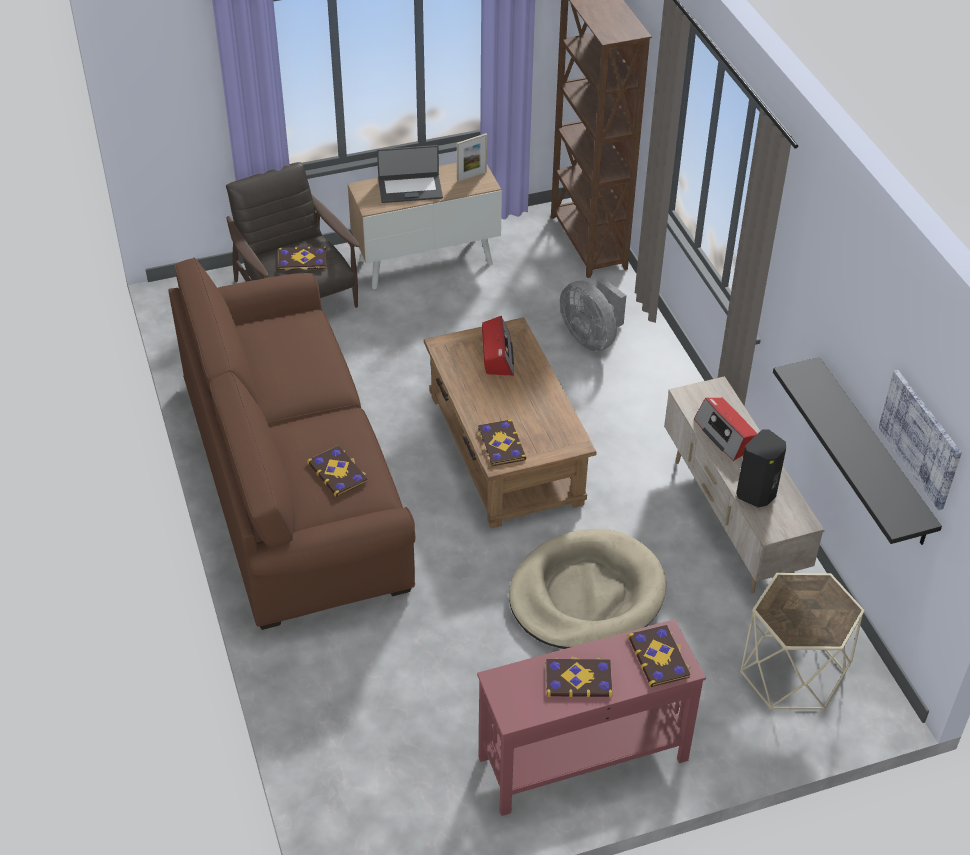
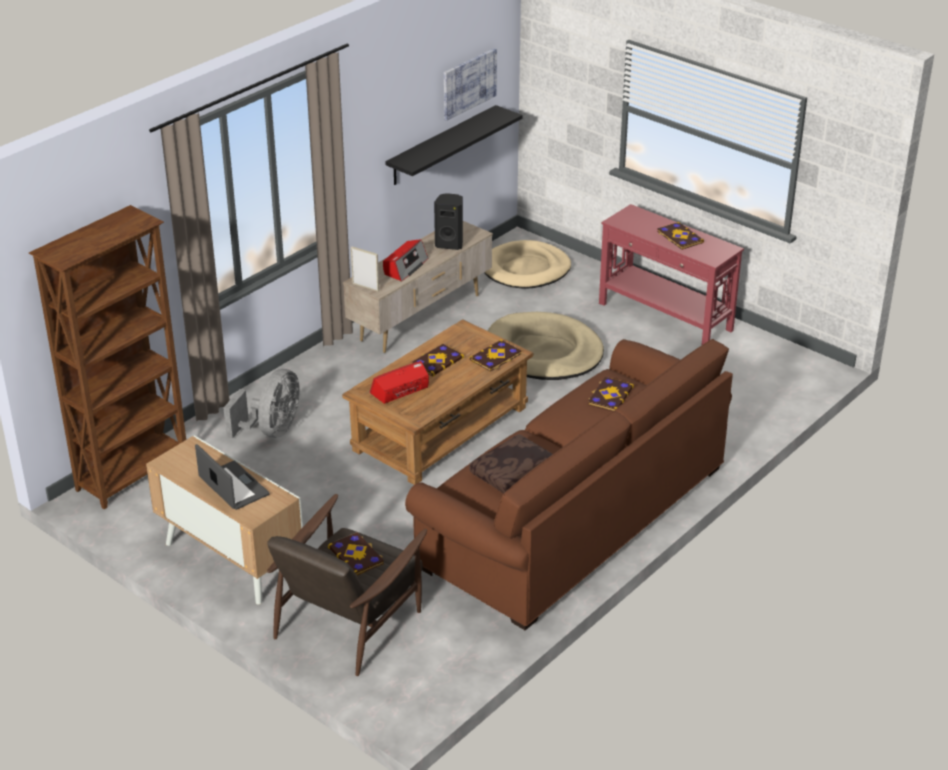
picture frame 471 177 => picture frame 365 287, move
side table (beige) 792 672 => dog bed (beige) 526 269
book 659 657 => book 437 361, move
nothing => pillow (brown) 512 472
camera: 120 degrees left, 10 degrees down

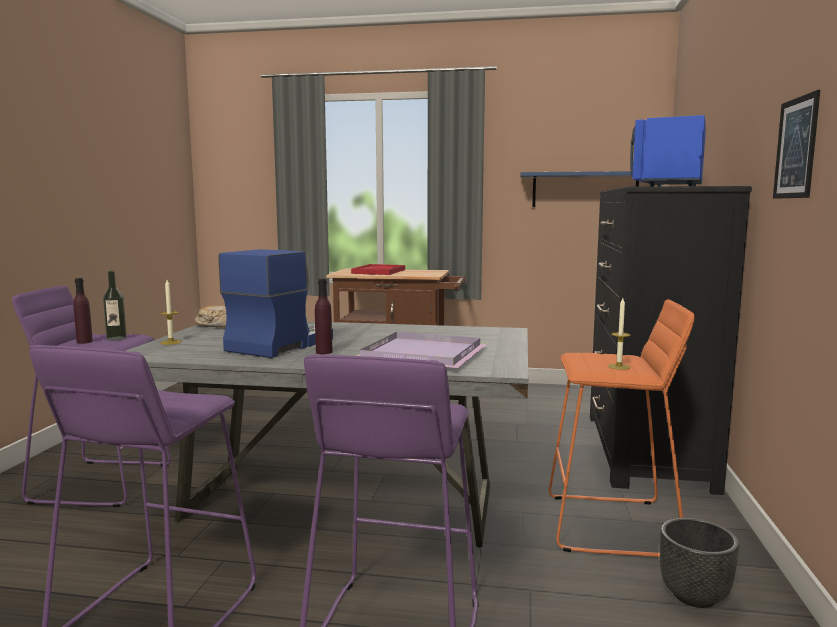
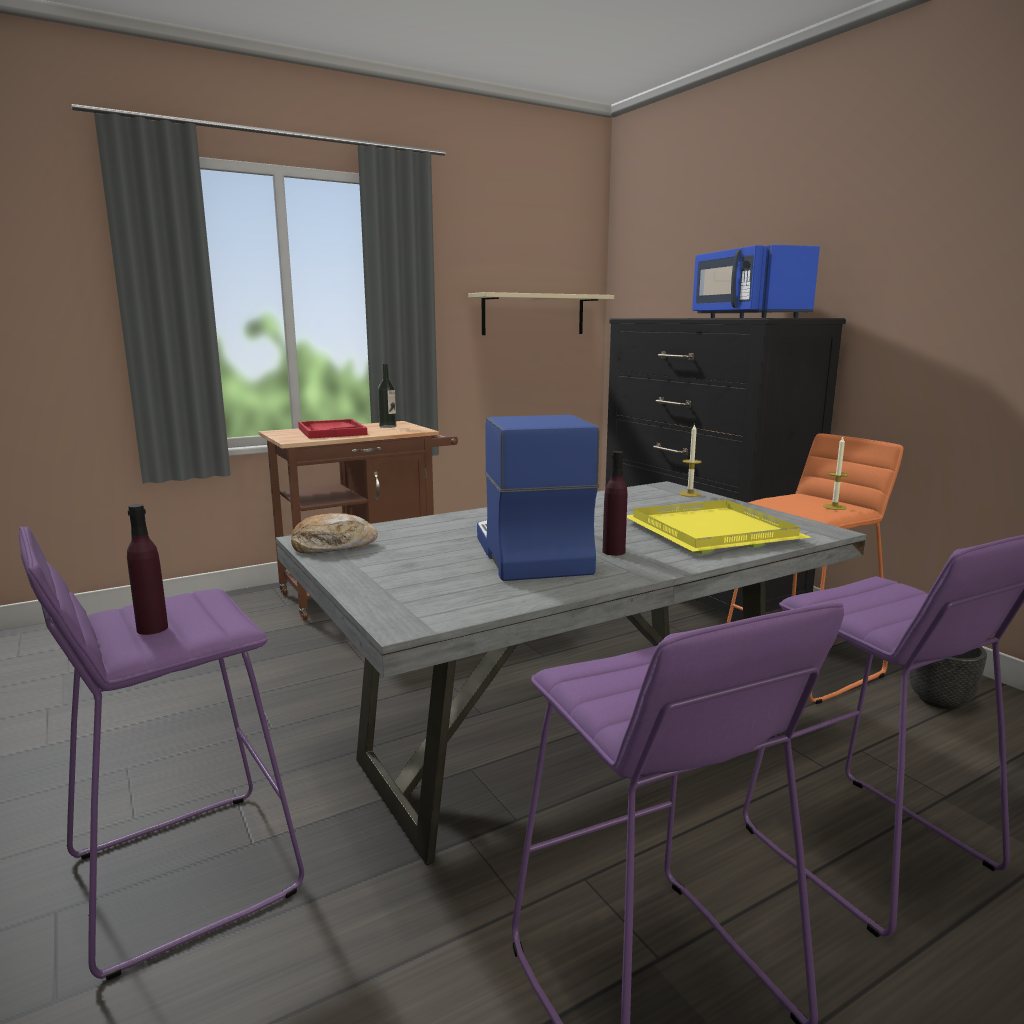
picture 796 148 => nothing
shelf (blue) 584 190 => shelf (beige) 533 314
bottle 116 338 => bottle 387 426, move
candle 171 342 => candle 690 494, move
tray (purple) 425 355 => tray (yellow) 712 531
camera: 40 degrees left, 5 degrees up

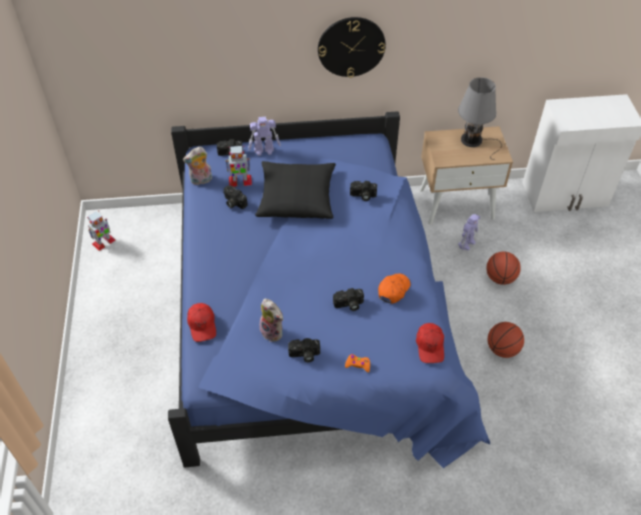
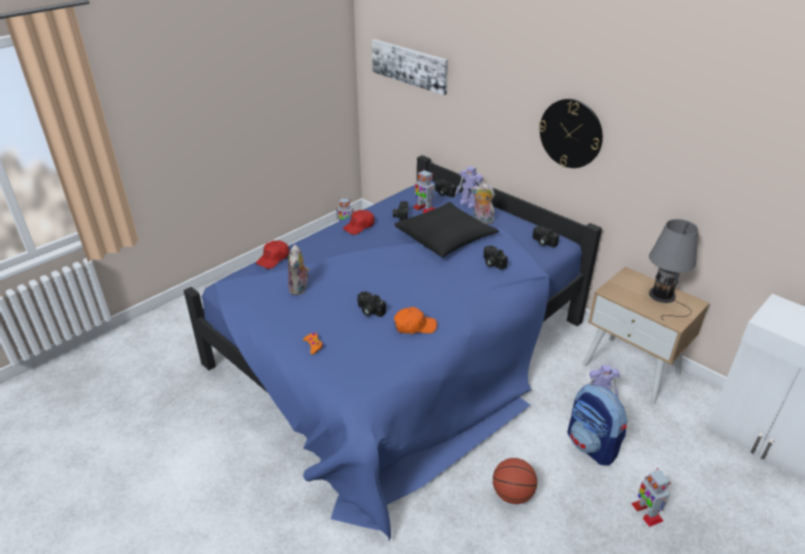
plush toy 201 181 => plush toy 482 220, move
basketball 500 278 => backpack 592 446
cap (red) 430 346 => cap (red) 359 226, move
photo camera 304 355 => photo camera 543 242, move
nothing => picture 409 65
nothing => toy robot 646 512
camera: 50 degrees right, 15 degrees down

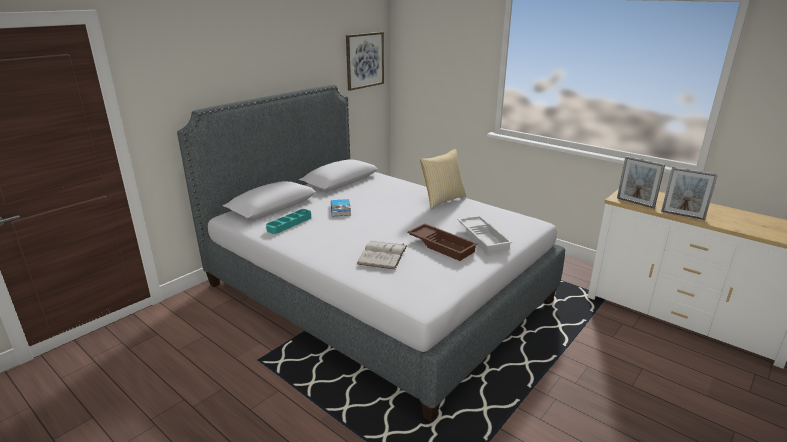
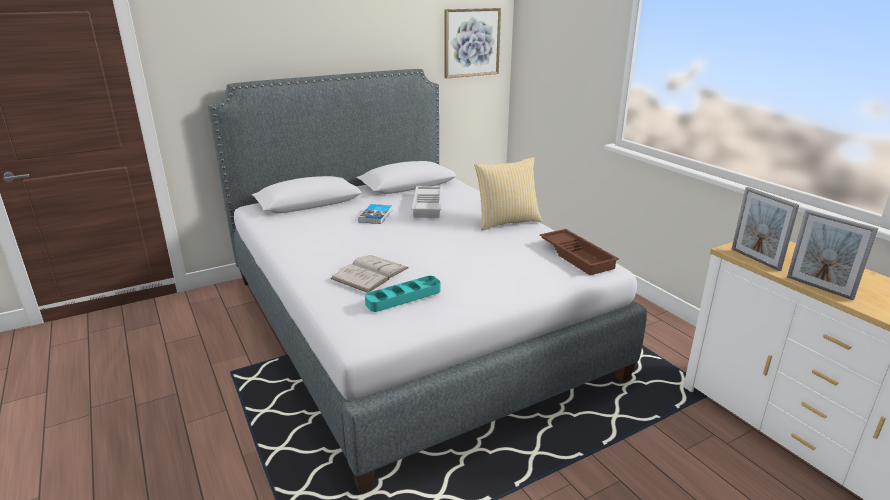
tray (turquoise) 289 224 => tray (turquoise) 403 297, move
tray (white) 484 238 => tray (white) 429 206, move
tray (brown) 442 245 => tray (brown) 578 256, move
camera: 20 degrees right, 0 degrees up

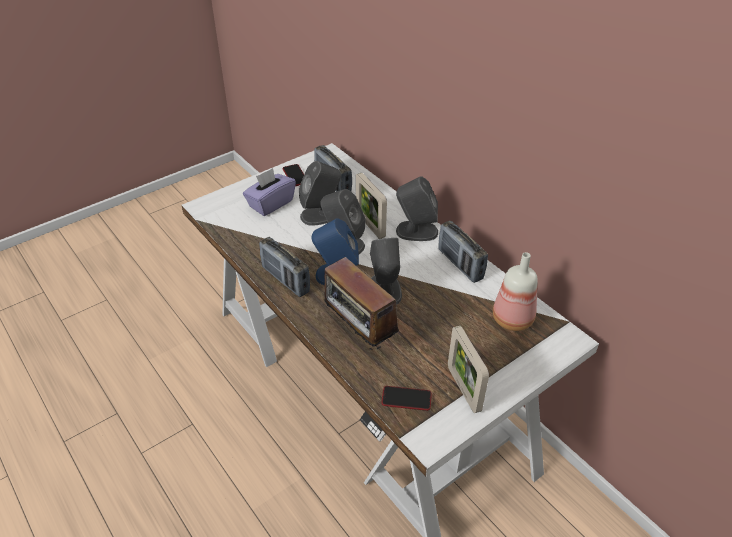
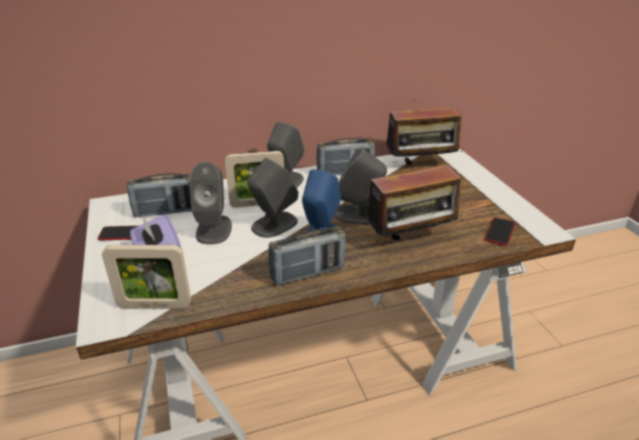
bottle 514 319 => radio 421 166
picture frame 463 389 => picture frame 154 306, move
camera: 70 degrees left, 10 degrees down

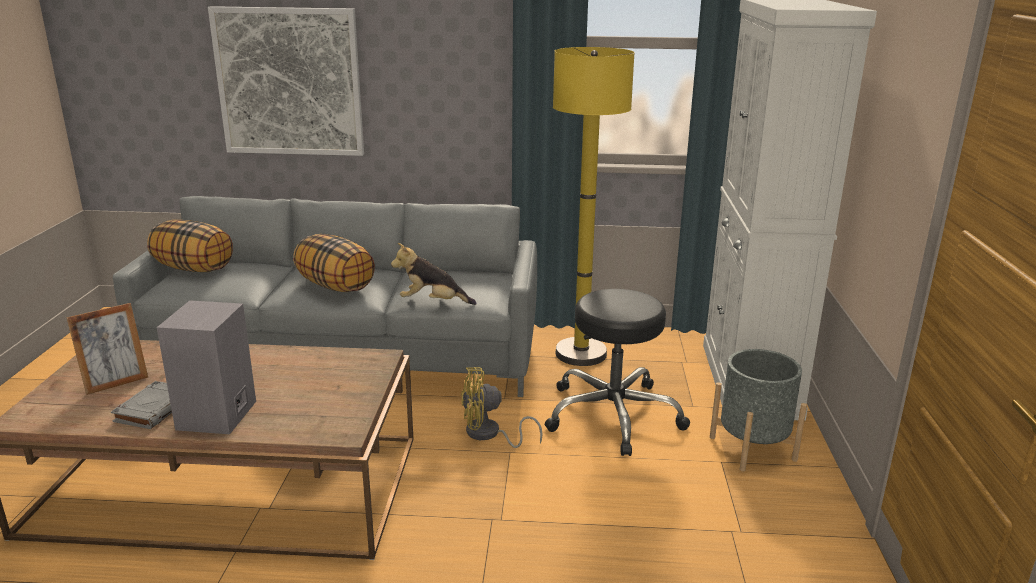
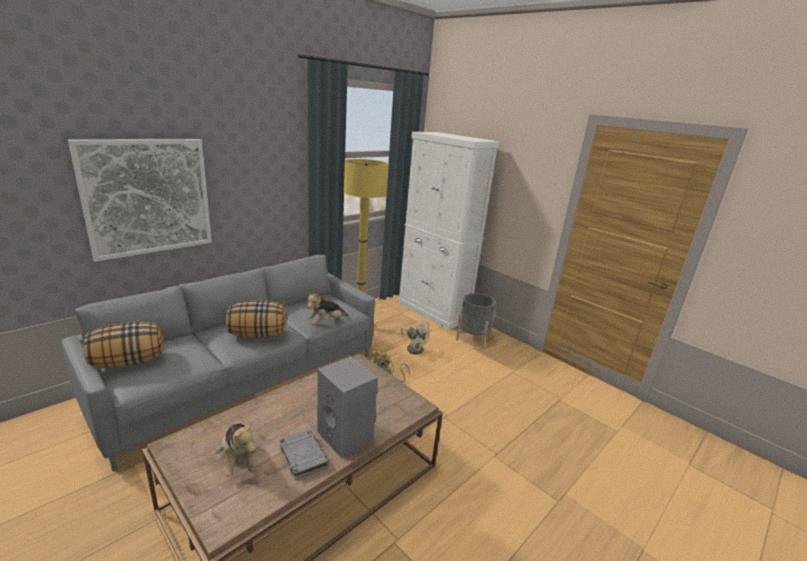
stool (black) 613 415 => fan (beige) 414 348
picture frame 115 382 => plush toy 238 459
camera: 50 degrees left, 0 degrees up

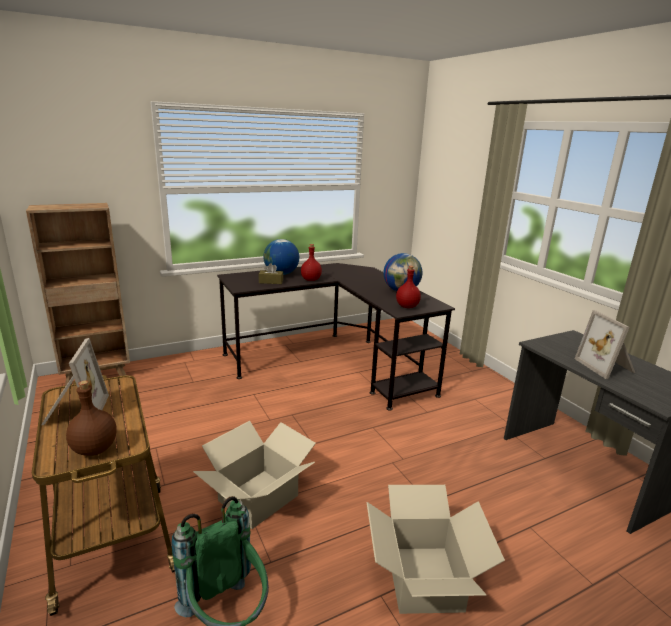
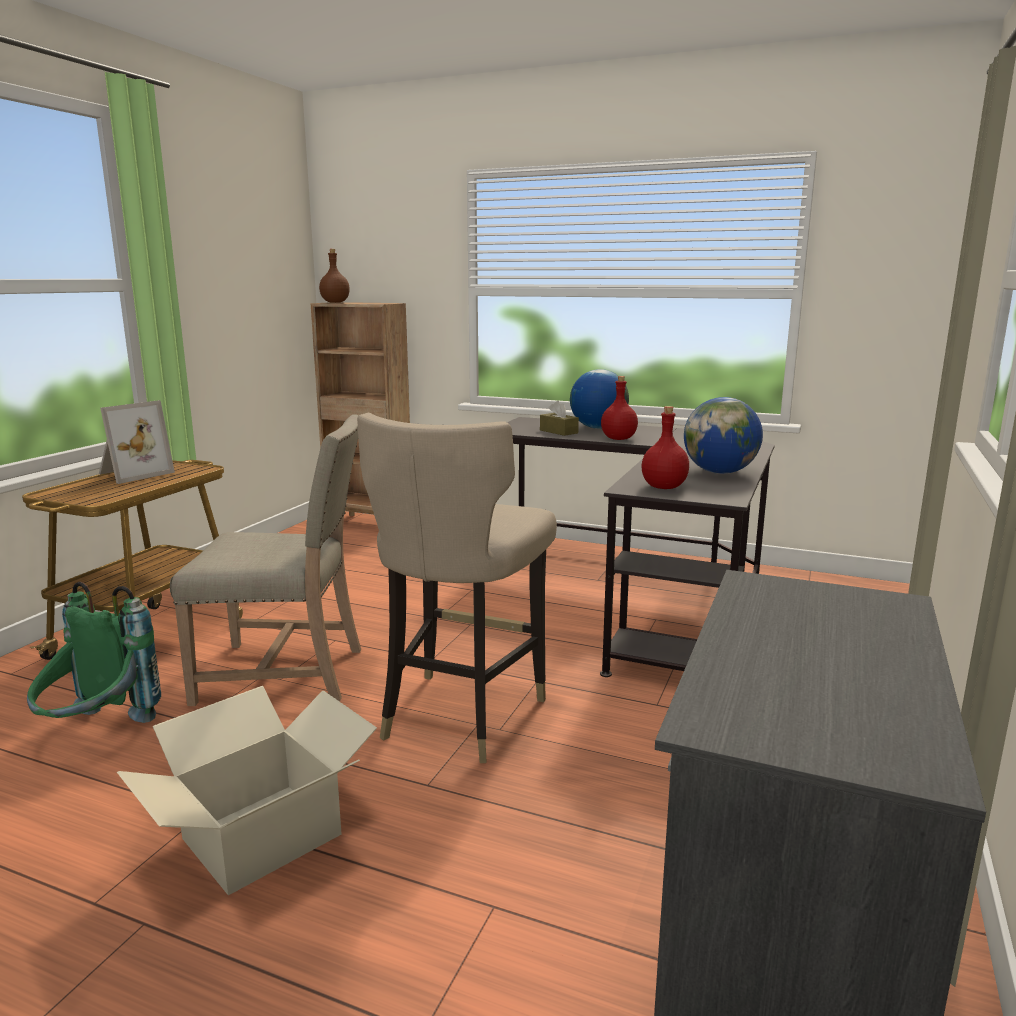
picture frame 606 367 => nothing
bottle (brown) 95 448 => bottle (brown) 335 302, move
cardboard box 259 498 => chair (beige) 287 673
nothing => stool (beige) 460 714
camera: 50 degrees right, 5 degrees down

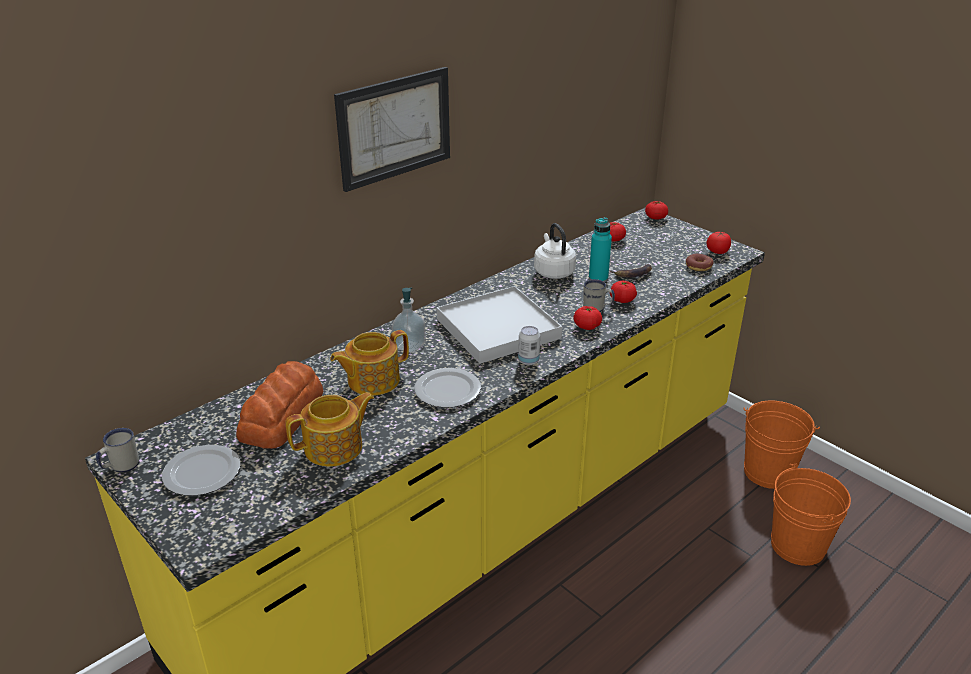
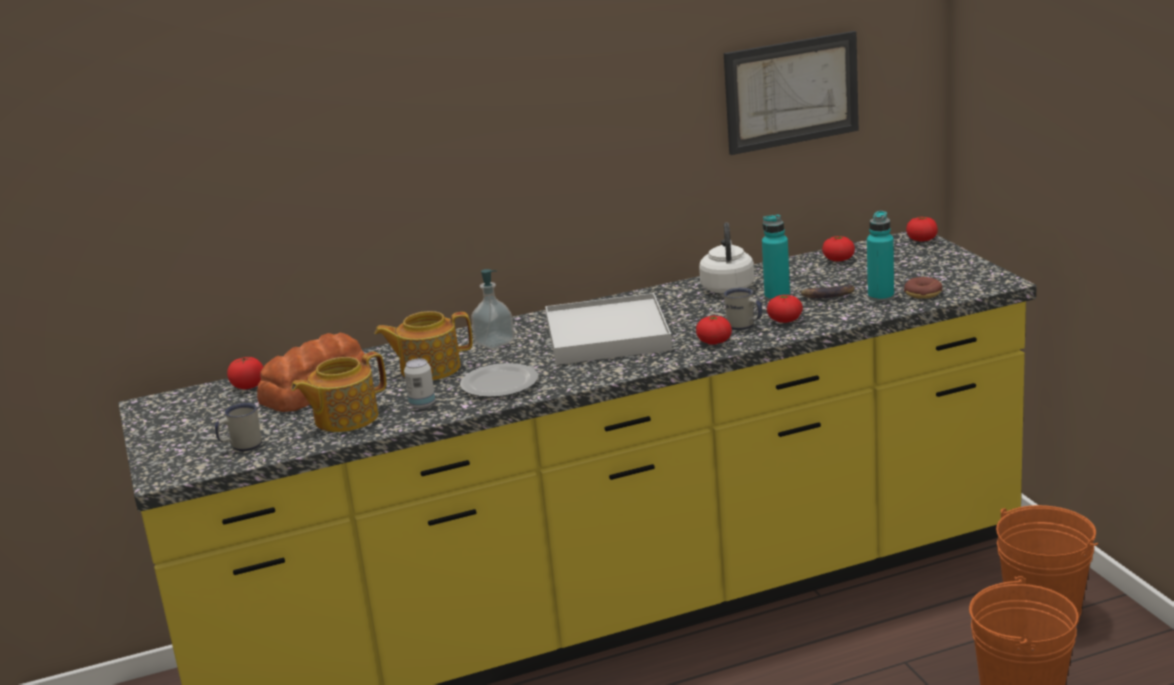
picture 394 127 => picture 791 92, move
tomato 717 251 => tomato 248 386, move
can 528 361 => can 422 405, move
teapot 335 447 => teapot 344 418, 150 degrees clockwise
mug (white) 120 467 => mug (white) 241 446, move
plate 203 472 => nothing
nothing => bottle (turquoise) 881 297
camera: 25 degrees right, 10 degrees down

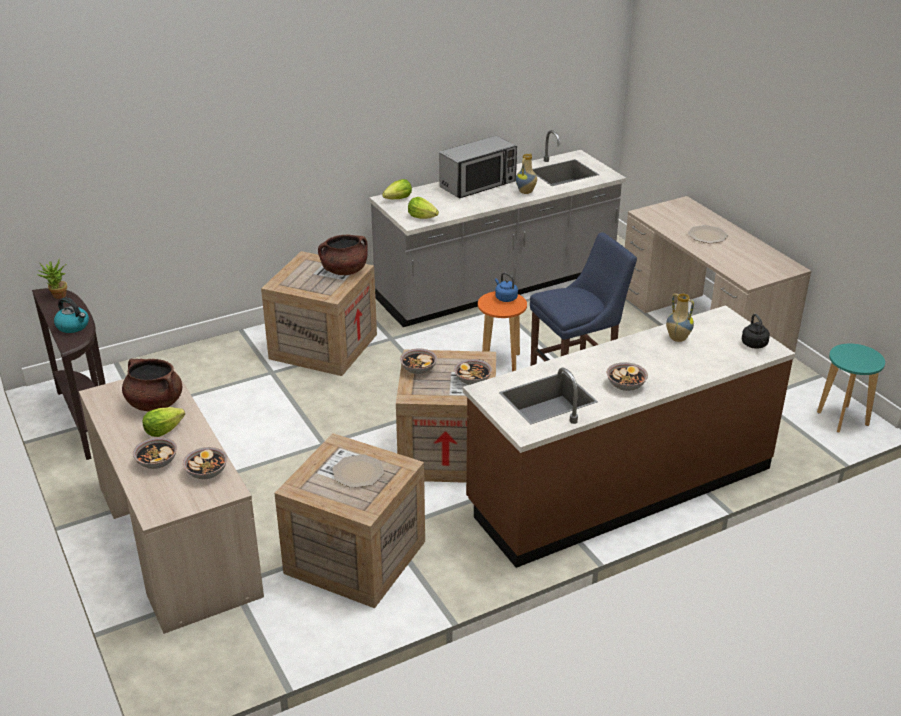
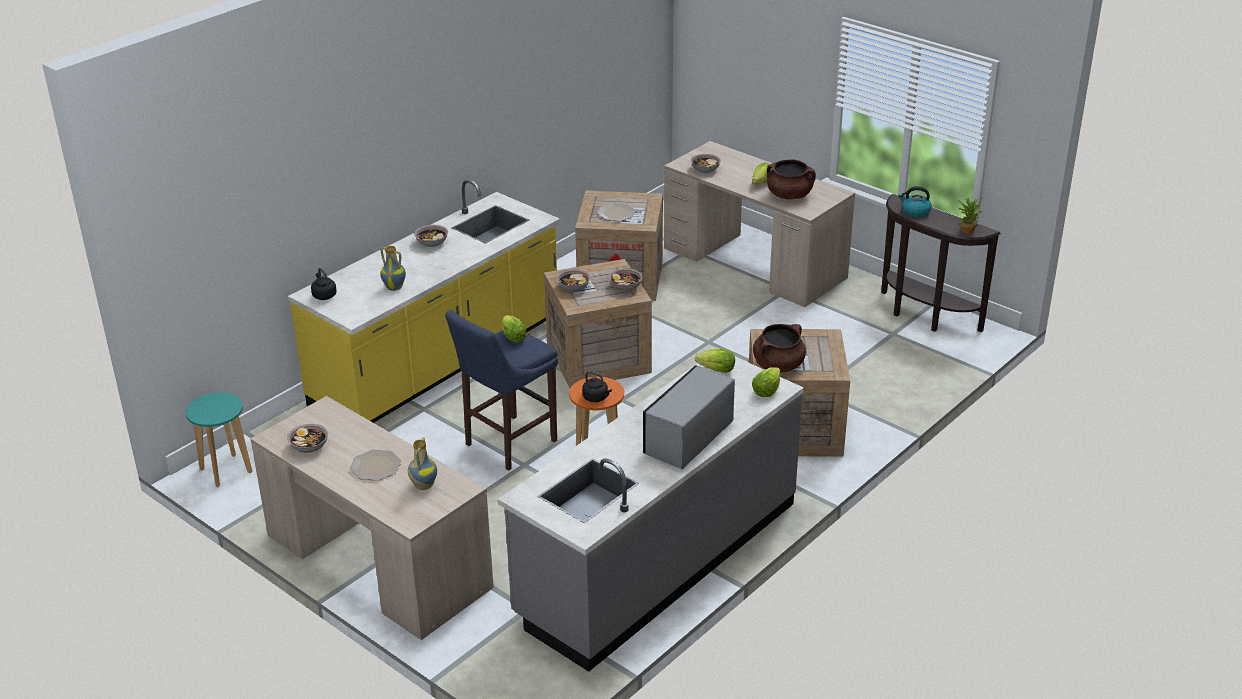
vase 526 192 => vase 423 485, move
kettle (blue) 505 298 => kettle (black) 596 398
counter (brown) 620 486 => counter (yellow) 439 363
bowl 157 462 => bowl 309 446, move
nothing => lettuce 513 337
camera: 160 degrees right, 0 degrees up

